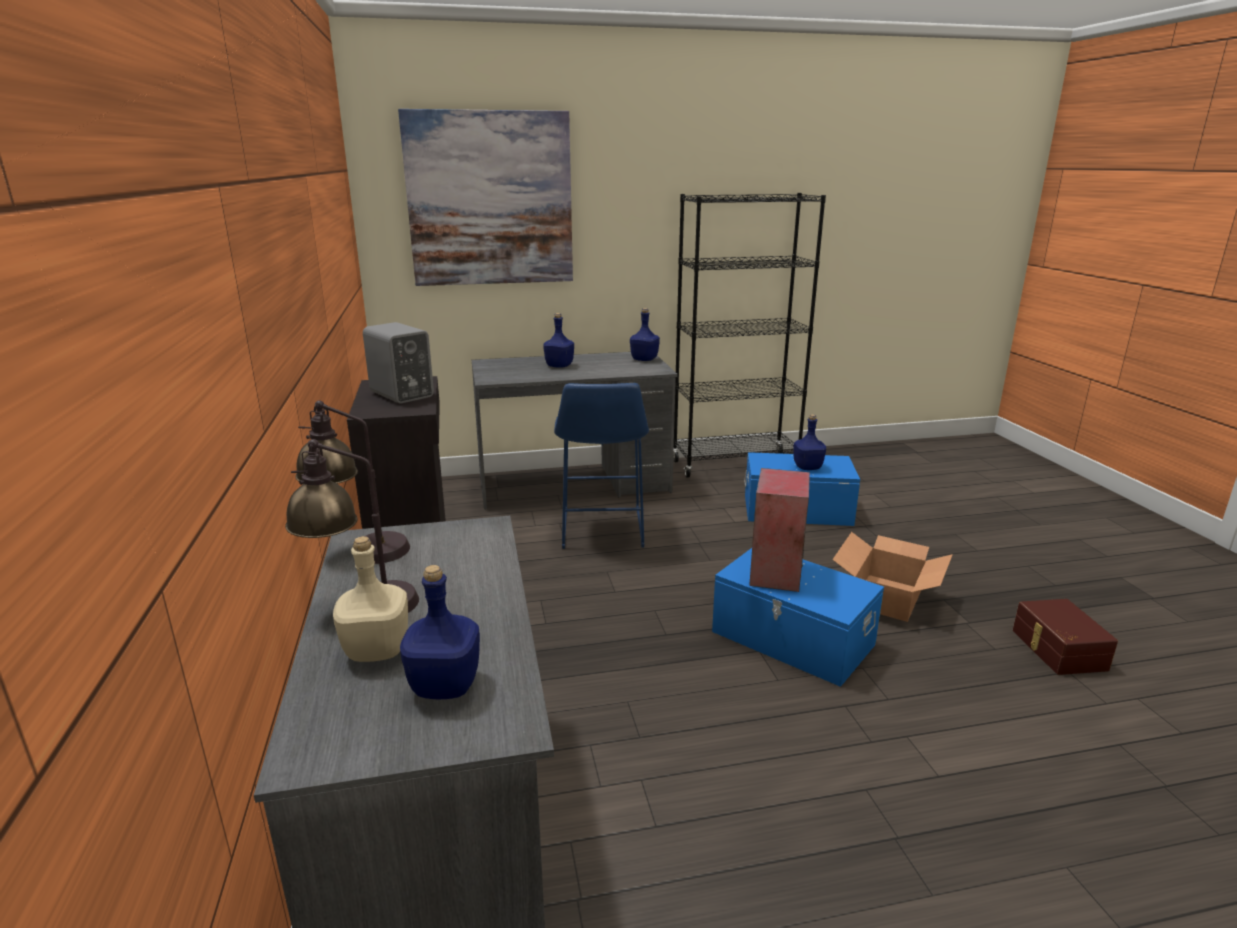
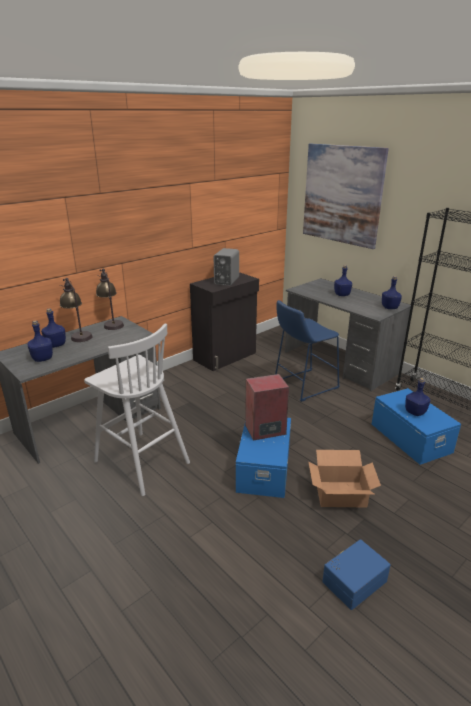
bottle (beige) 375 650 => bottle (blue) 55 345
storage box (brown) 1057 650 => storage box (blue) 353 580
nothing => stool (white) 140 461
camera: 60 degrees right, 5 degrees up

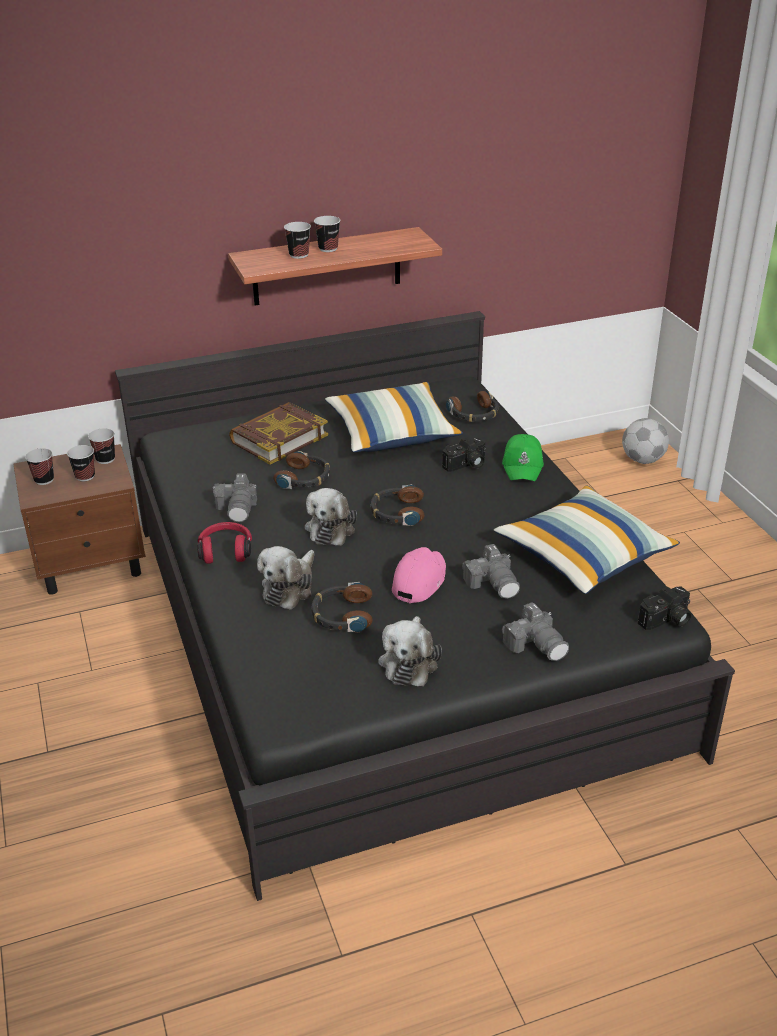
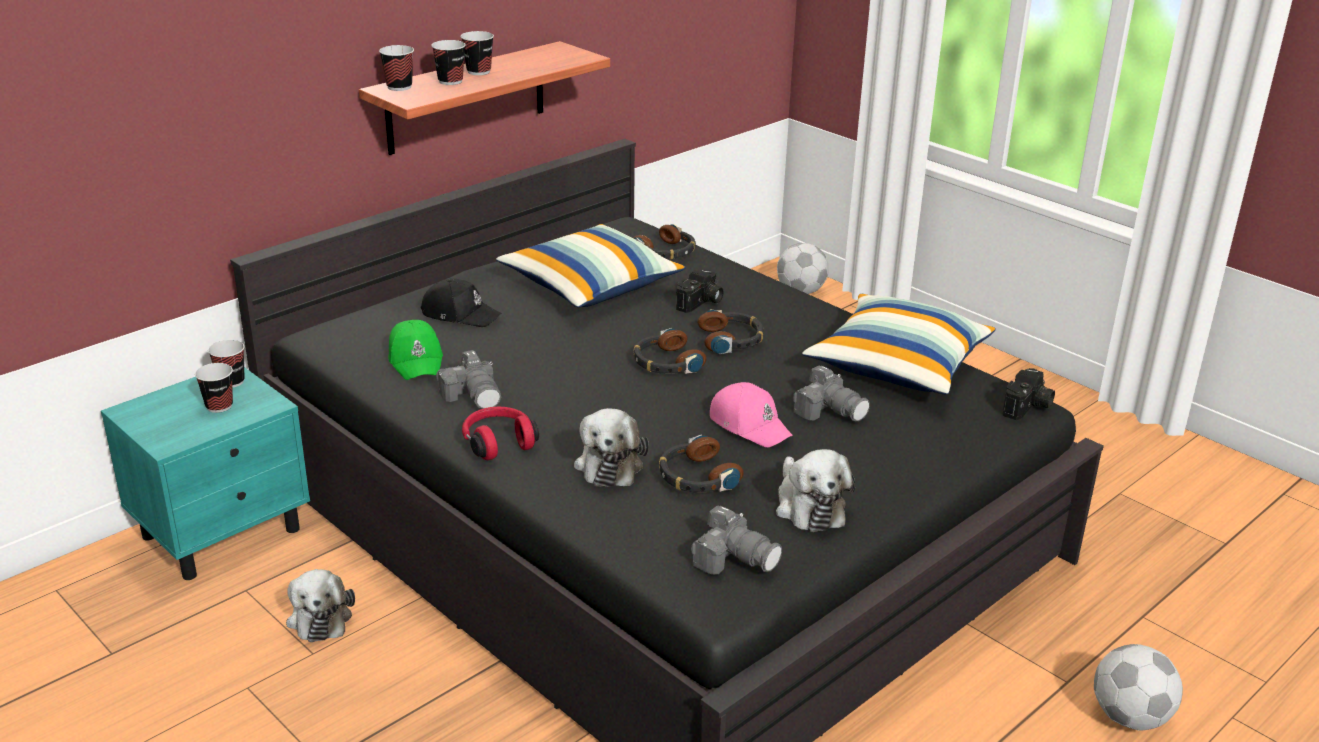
book 278 438 => cap (black) 460 314
cap (green) 523 465 => cap (green) 416 360, move
nightstand (brown) 92 564 => nightstand (turquoise) 223 532
cup 44 480 => cup 399 87, move
headphones 304 478 => headphones 731 340, move
plush toy 331 527 => plush toy 320 616, move
cap (pink) 419 581 => cap (pink) 750 425, 135 degrees clockwise
photo camera 536 644 => photo camera 734 558, move
nothing => football 1130 718
camera: 25 degrees left, 5 degrees down

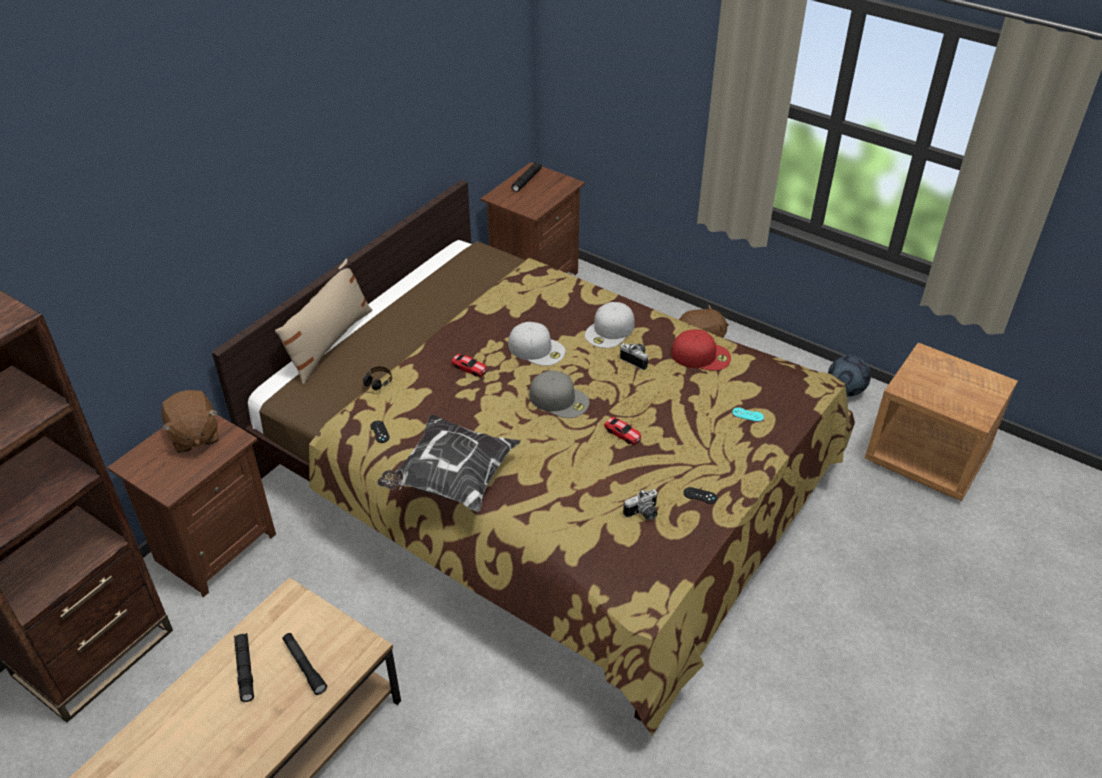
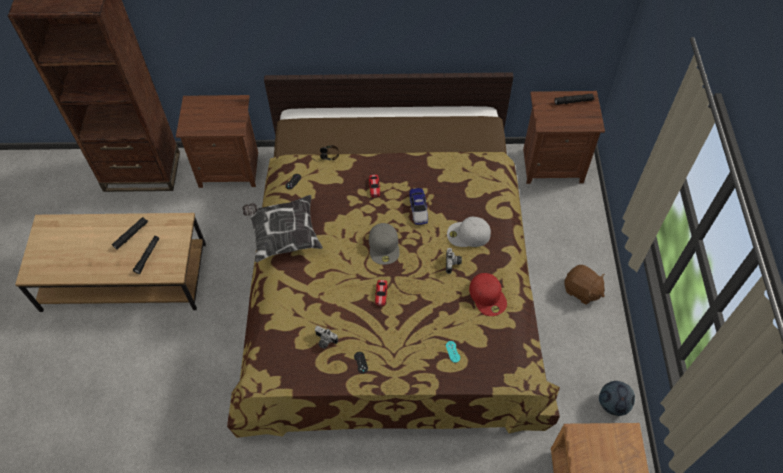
pillow (beige) 329 343 => nothing
cap (white) 537 349 => toy car 418 208
plush toy (brown) 194 436 => nothing
camera: 55 degrees right, 15 degrees up

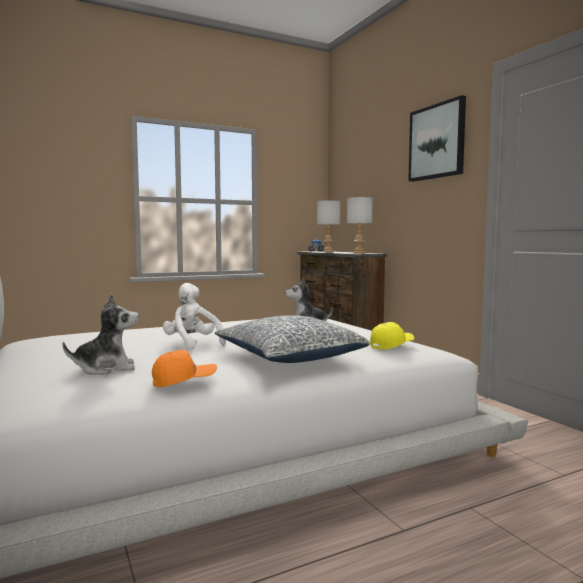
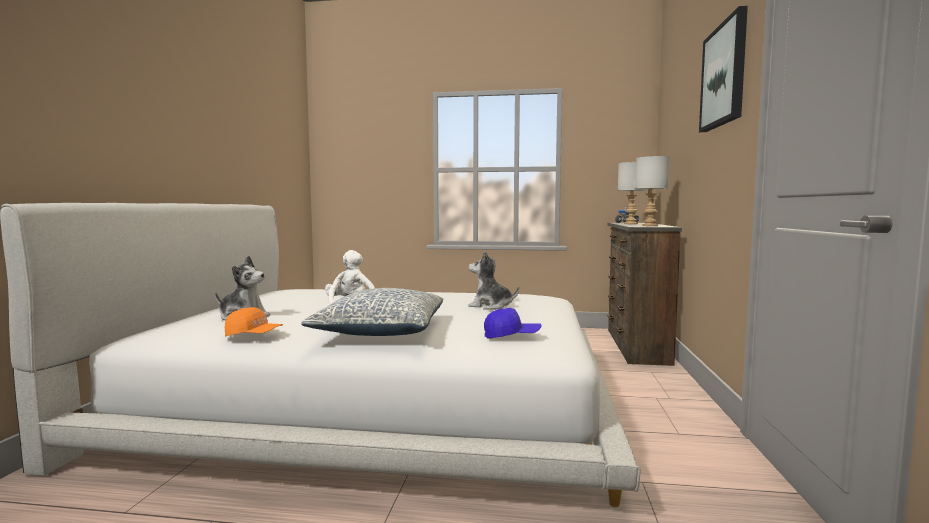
cap (yellow) 391 345 => cap (blue) 511 336
camera: 35 degrees right, 0 degrees up

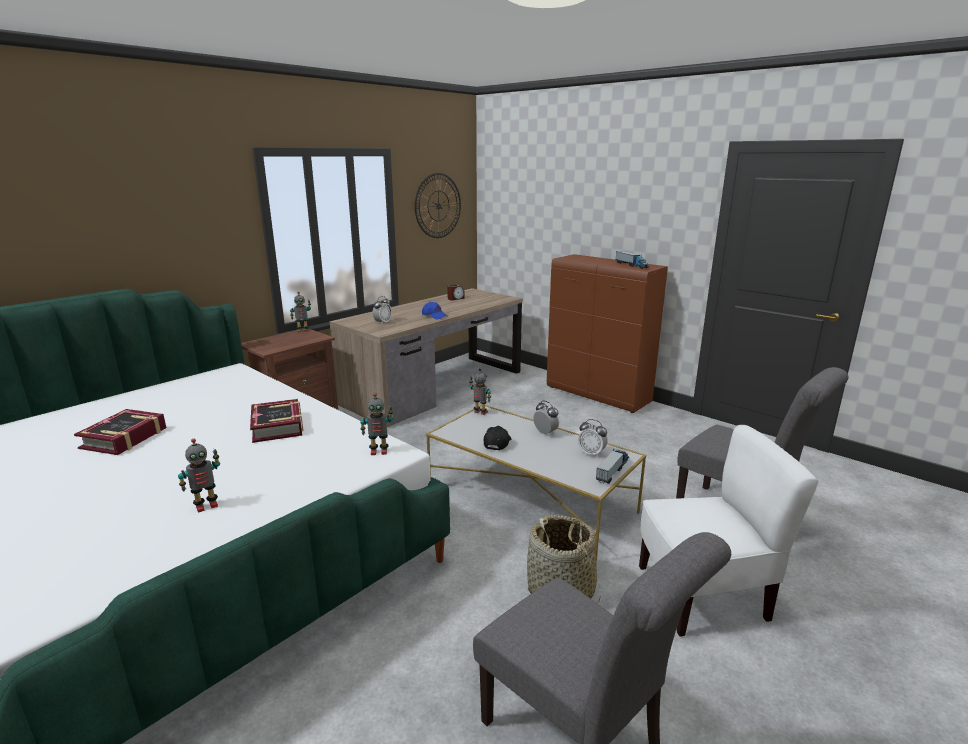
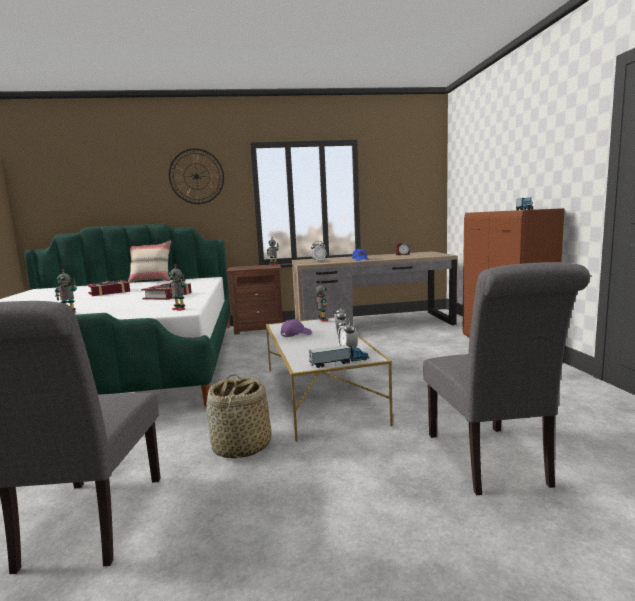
wall clock 438 206 => wall clock 196 176, move
chair (white) 702 595 => nothing
cap (black) 497 443 => cap (purple) 296 335
nothing => pillow (beige) 151 281
camera: 40 degrees right, 10 degrees down

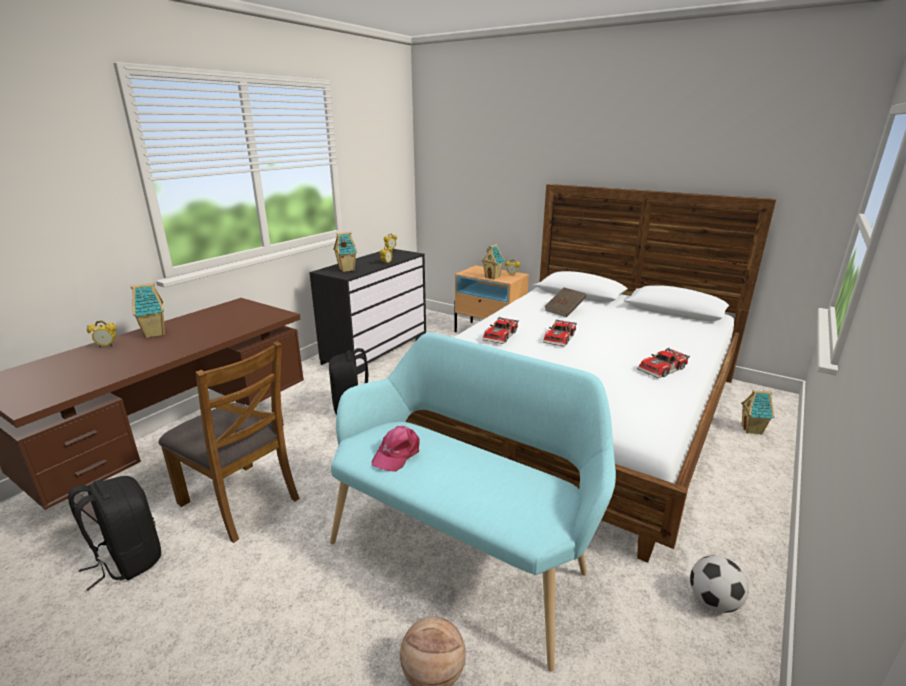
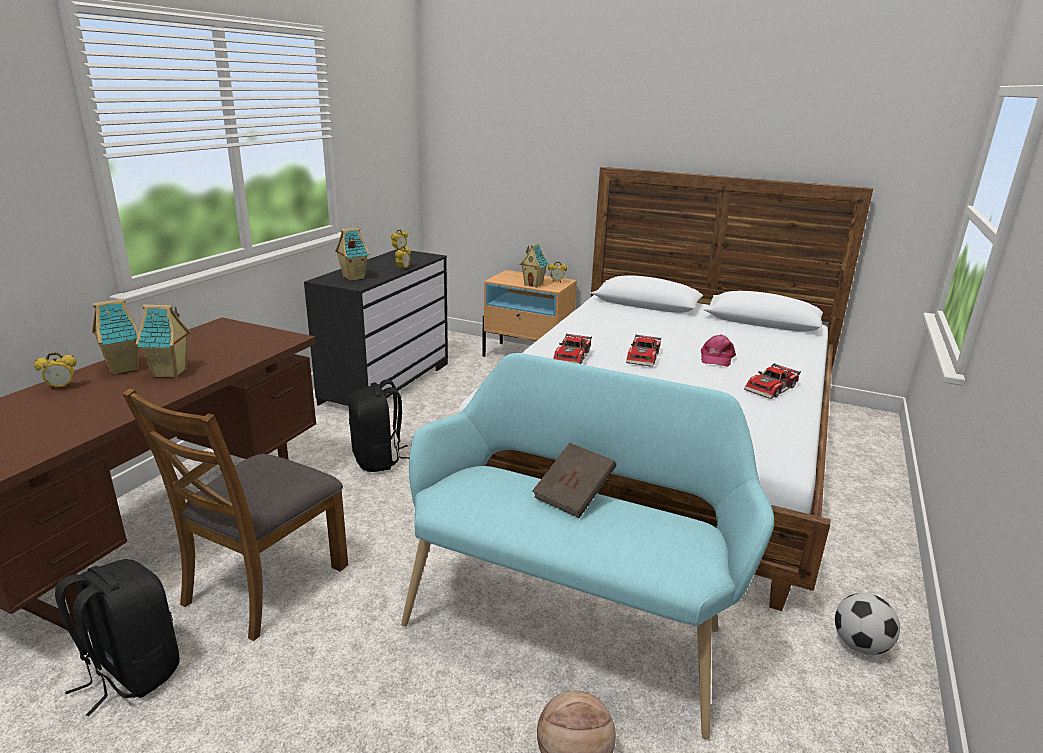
book (brown) 564 310 => book (brown) 573 495, move
chair (brown) 241 500 => chair (brown) 264 584, 90 degrees clockwise
toy house 752 430 => toy house 171 373, move
cap (pink) 397 454 => cap (pink) 716 358, move
camera: 10 degrees left, 0 degrees up

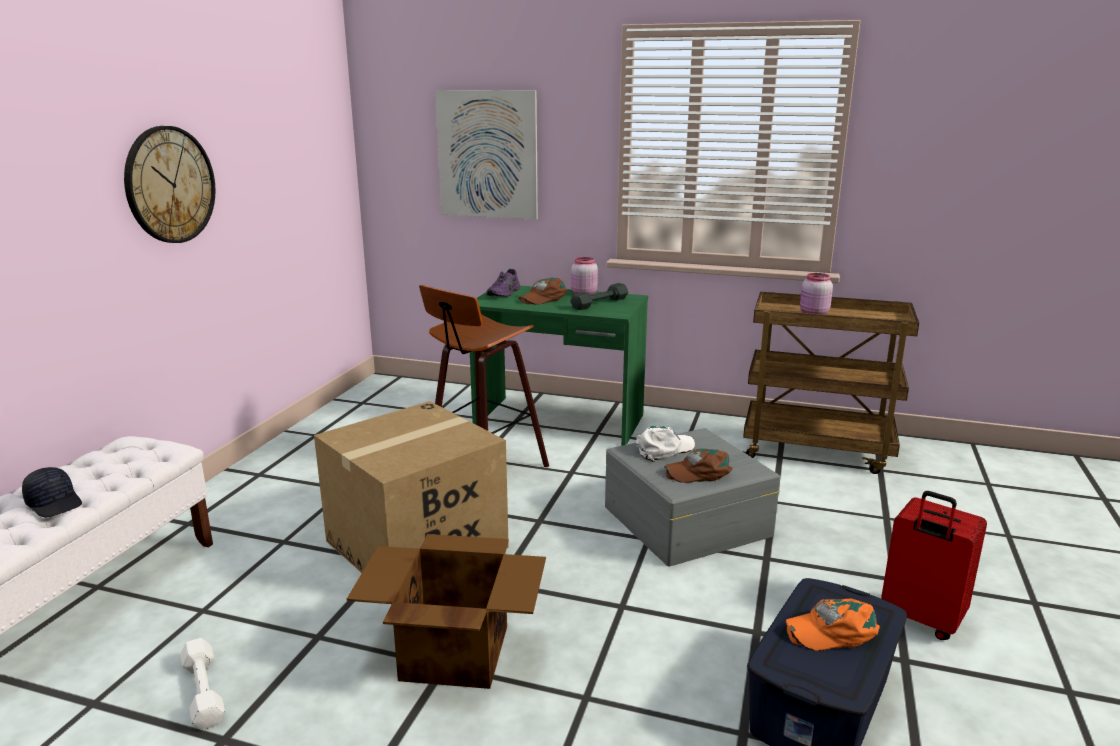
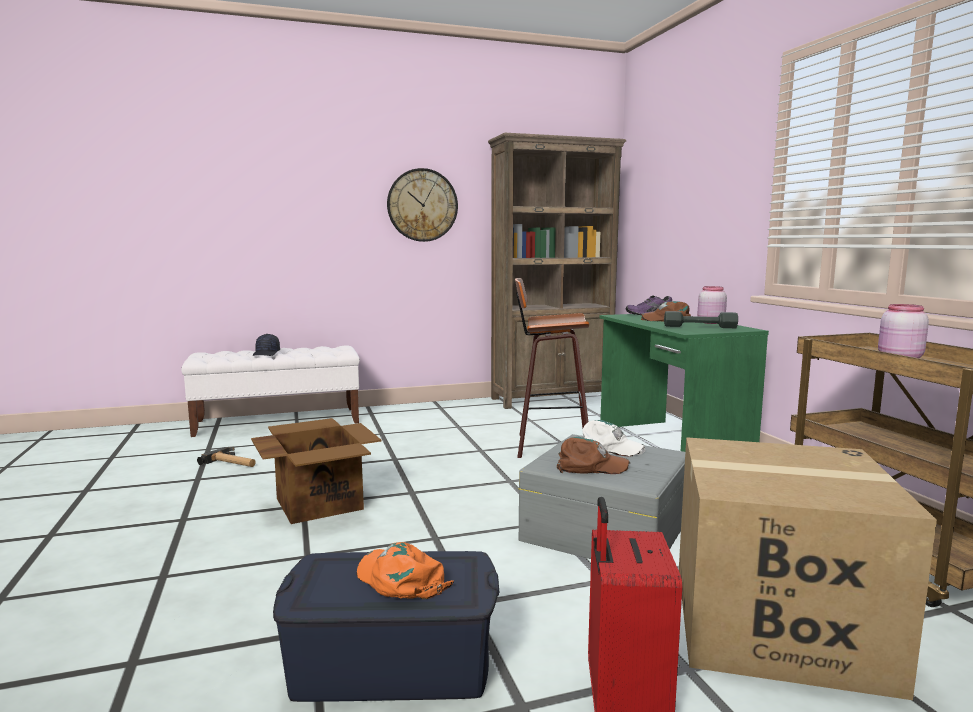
picture 487 155 => nothing
cardboard box 416 545 => cardboard box 775 624, move
cap (brown) 699 472 => cap (brown) 591 466, 135 degrees clockwise
dumbbell (white) 204 691 => hammer 232 463
nothing => bookcase (brown) 552 399
camera: 55 degrees right, 10 degrees down

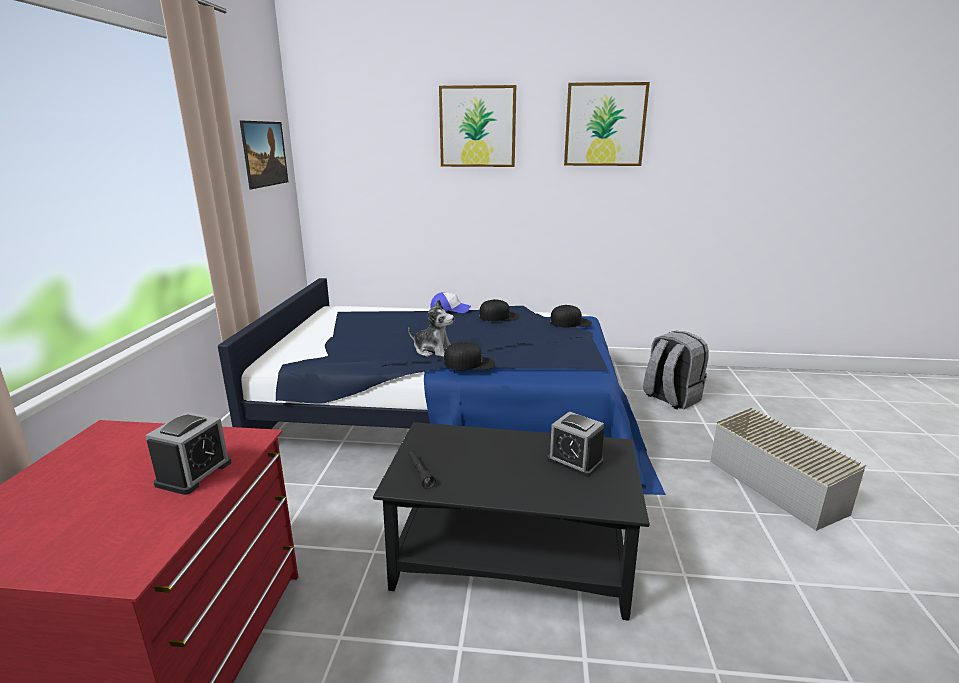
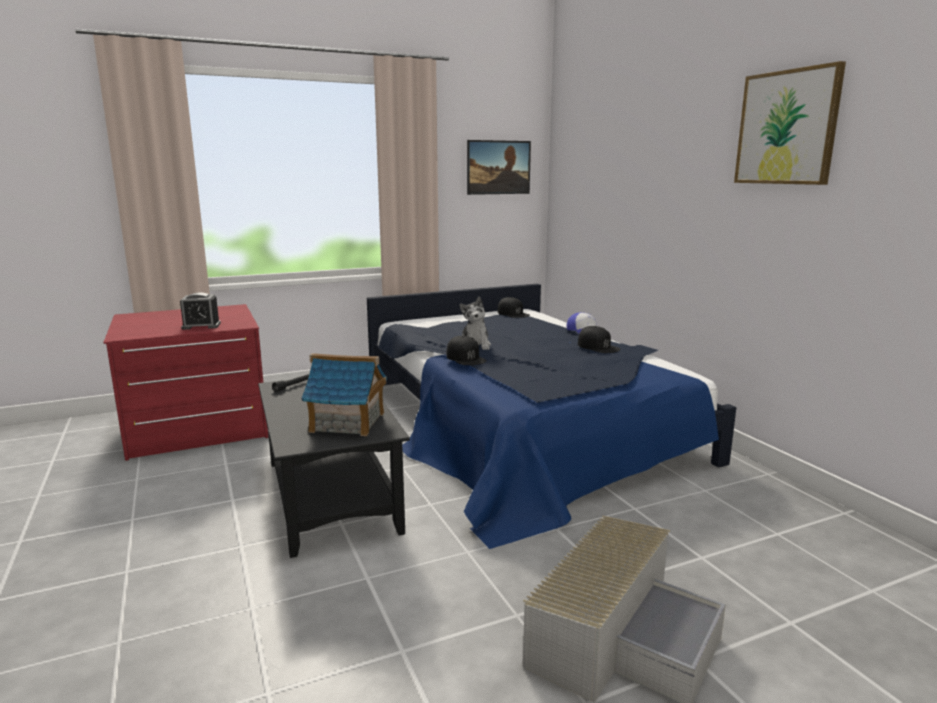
picture 477 127 => nothing
cap (black) 570 322 => cap (black) 513 313, move
backpack (grey) 670 398 => nothing
alarm clock 575 461 => toy house 348 422
camera: 60 degrees right, 5 degrees down

